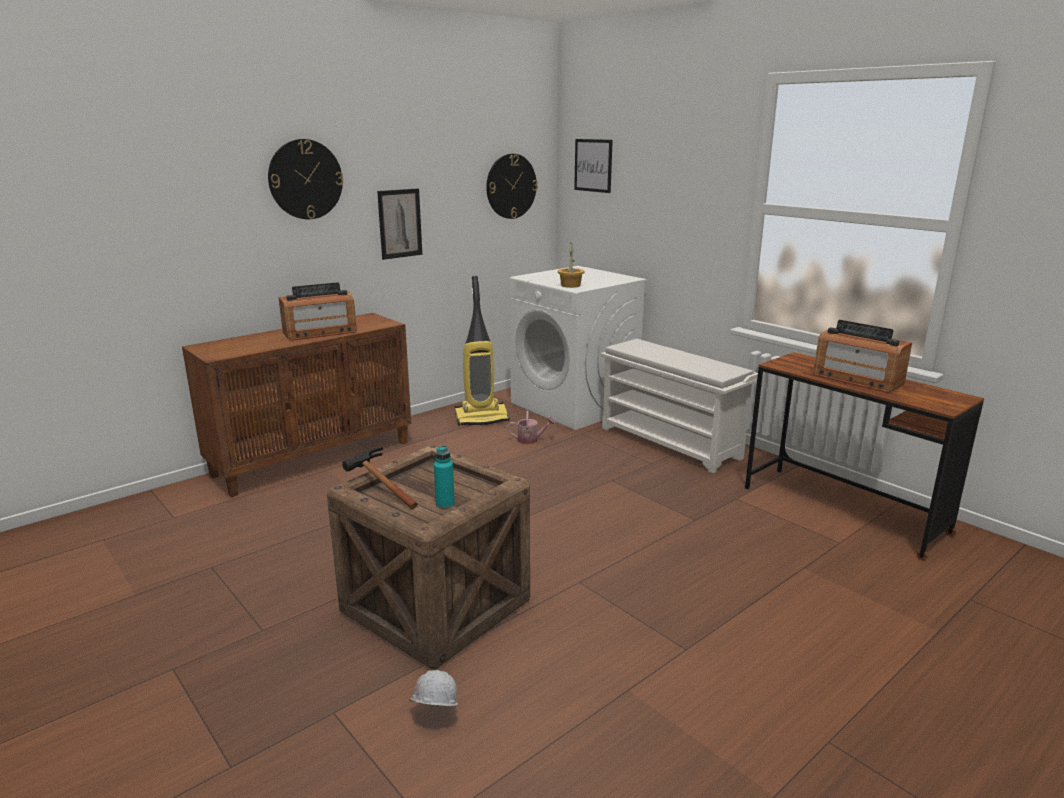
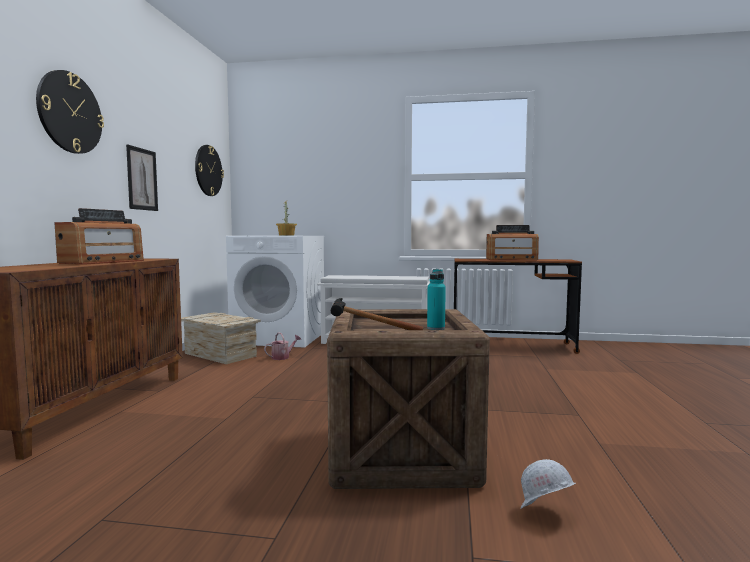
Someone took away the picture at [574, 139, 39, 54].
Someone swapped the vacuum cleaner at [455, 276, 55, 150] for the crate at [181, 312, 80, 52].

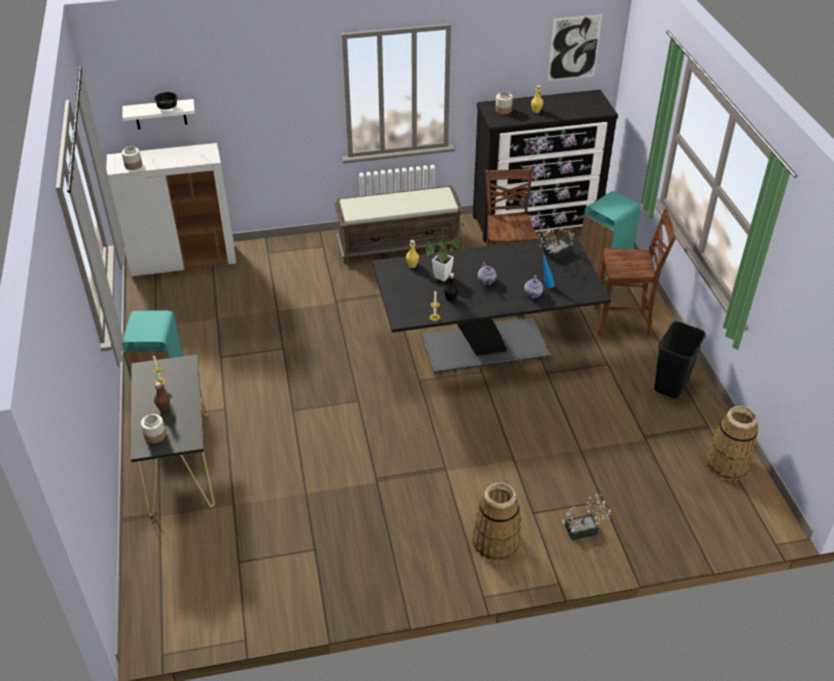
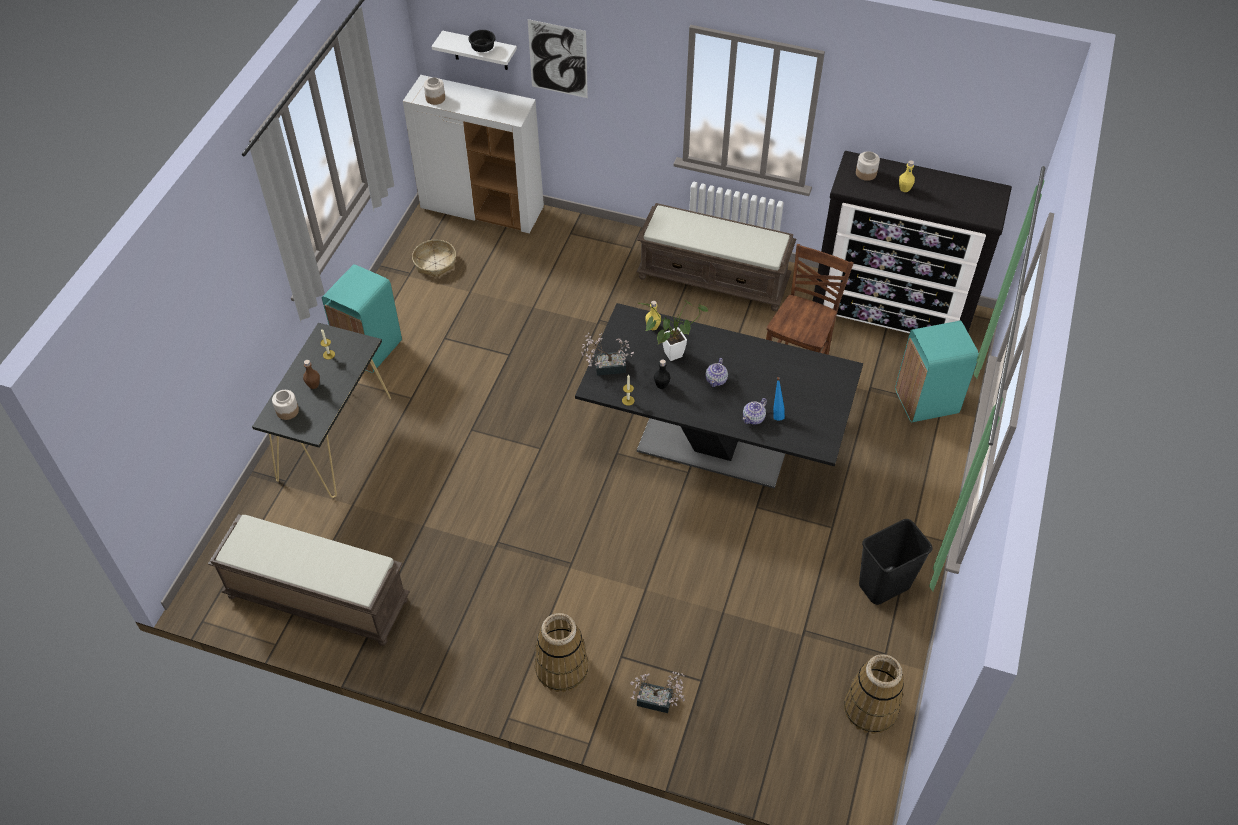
Someone carried the picture from [548, 14, 54, 67] to [528, 19, 60, 79].
Someone took away the brown chair at [594, 209, 82, 127].
Someone carried the potted plant from [538, 225, 36, 36] to [581, 333, 53, 43].
Someone put down the basket at [412, 240, 44, 38].
Someone put down the brown bench at [208, 514, 202, 132].

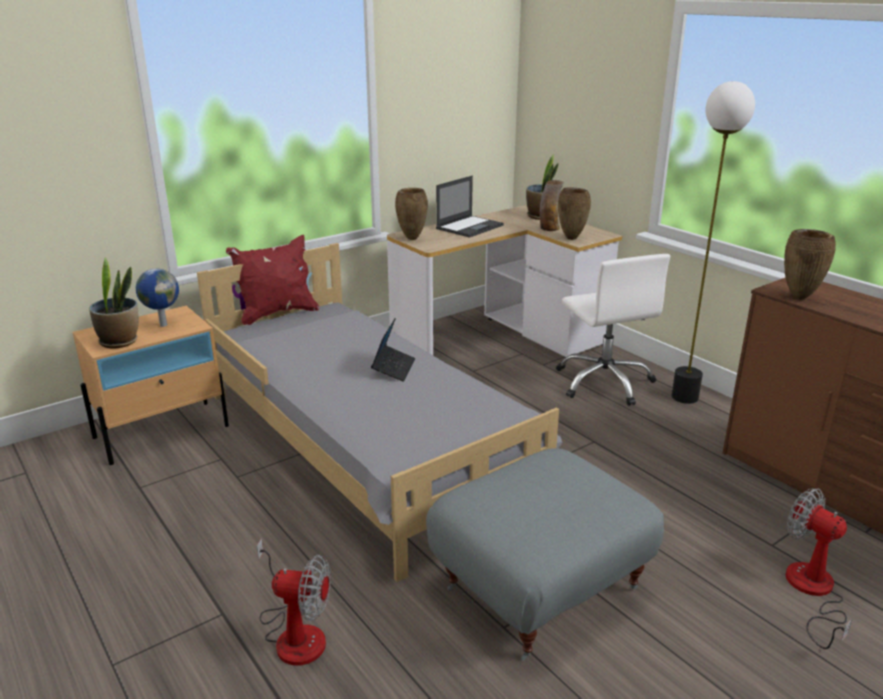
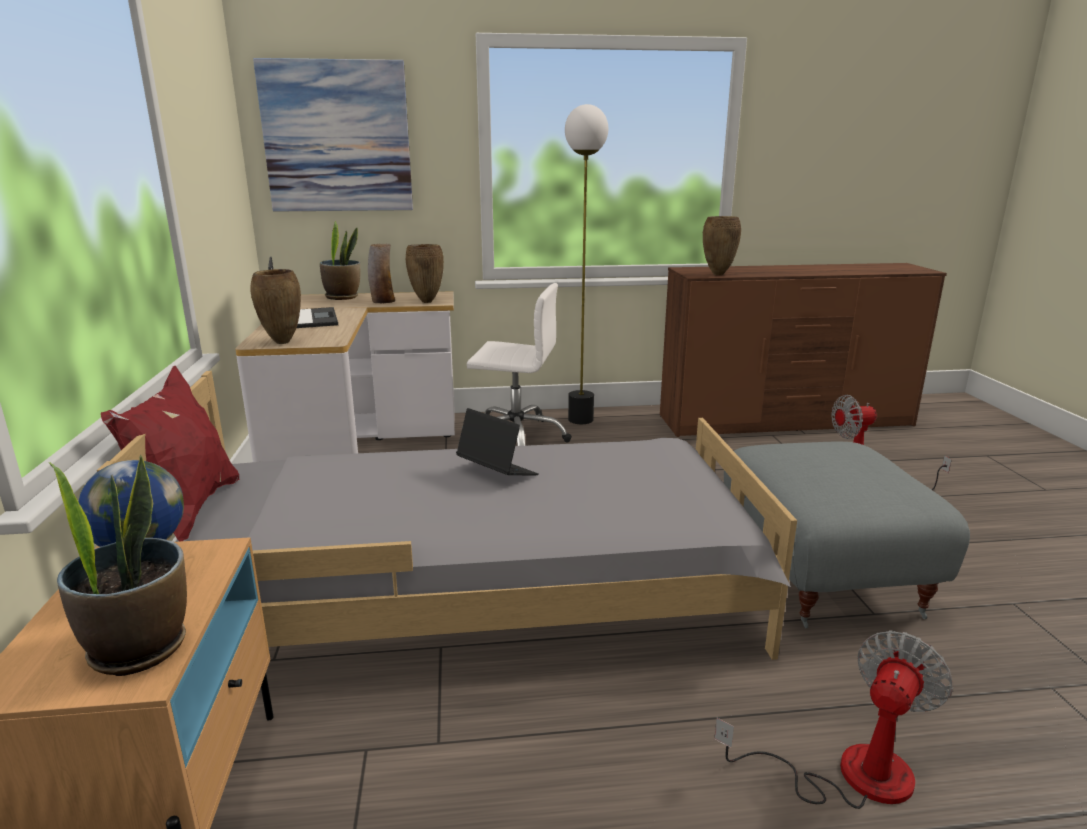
Someone put up the picture at [253, 58, 160, 154].

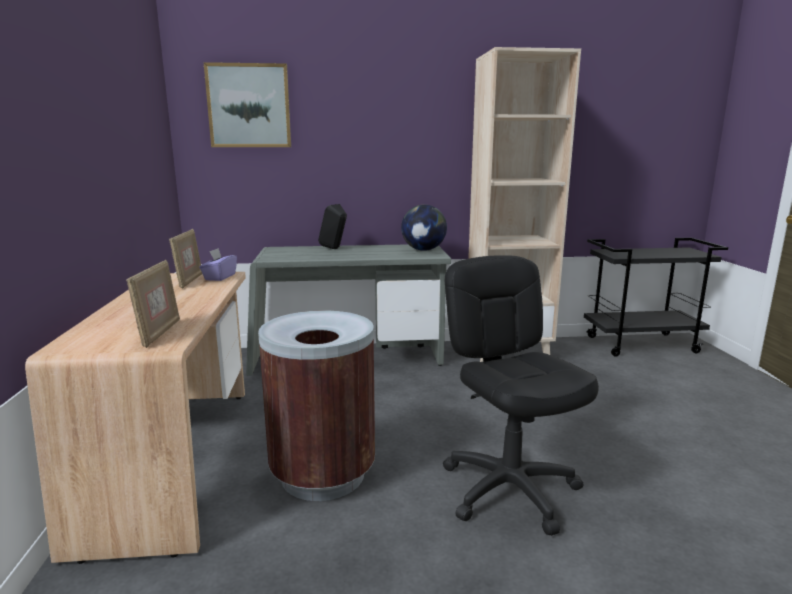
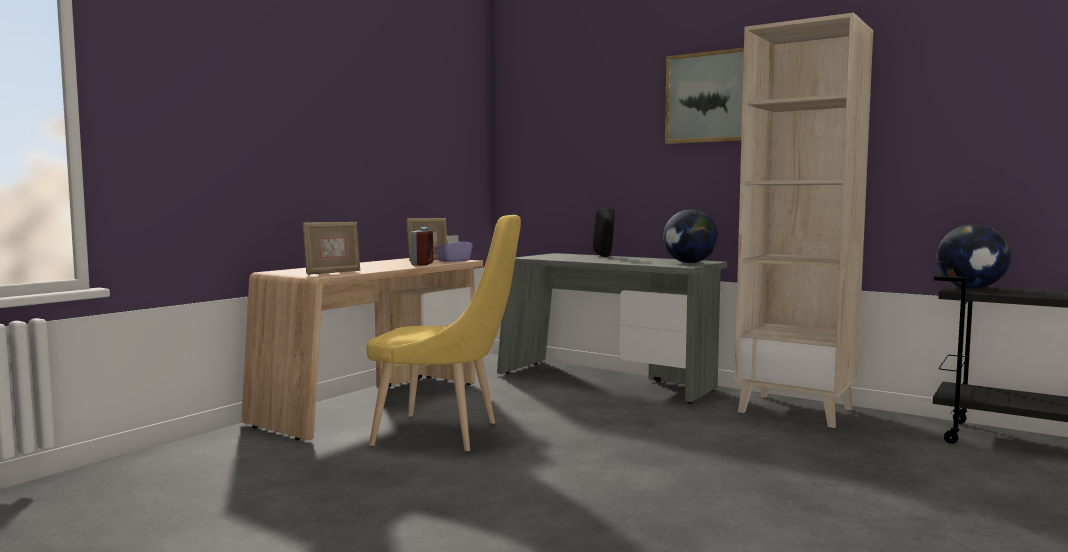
Someone carried the picture from [204, 62, 87, 85] to [665, 48, 79, 96].
Someone took away the black office chair at [443, 255, 156, 281].
Someone swapped the brown trash can at [258, 311, 117, 190] for the yellow chair at [367, 215, 154, 237].
Someone put down the globe at [937, 224, 74, 65].
Someone put down the alarm clock at [411, 227, 22, 38].

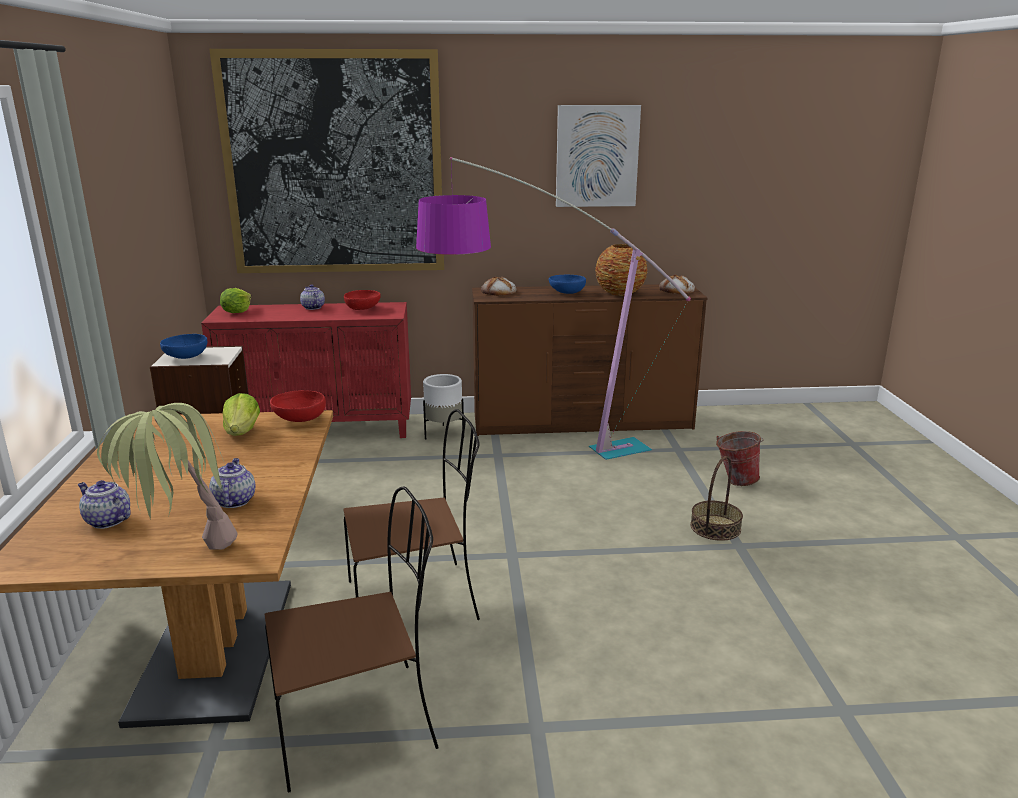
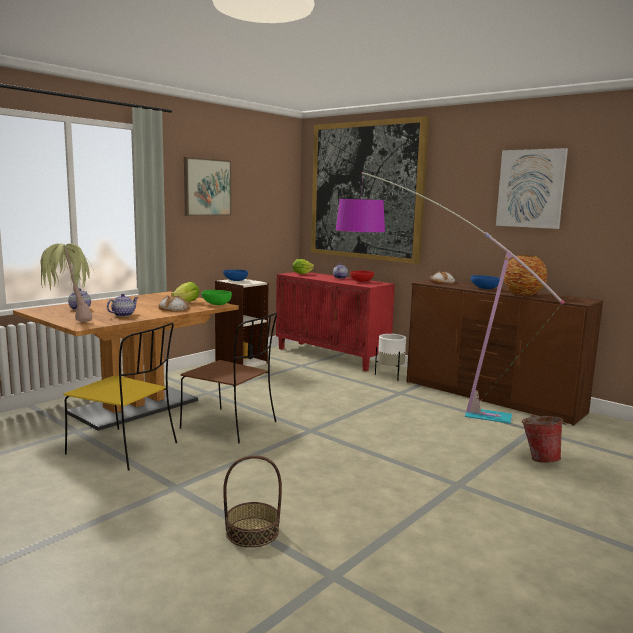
Someone carried the bread from [659, 275, 36, 19] to [158, 295, 32, 16].
Someone repainted the red bowl at [270, 390, 56, 32], which became the green bowl at [201, 290, 31, 15].
Someone carried the basket from [690, 456, 53, 85] to [223, 455, 59, 93].
Someone repainted the brown chair at [264, 487, 175, 306], which became the yellow chair at [63, 323, 114, 148].
Someone put up the picture at [184, 157, 47, 59].

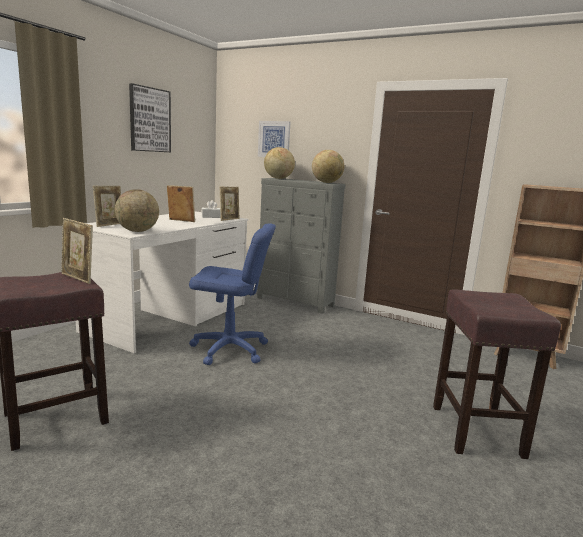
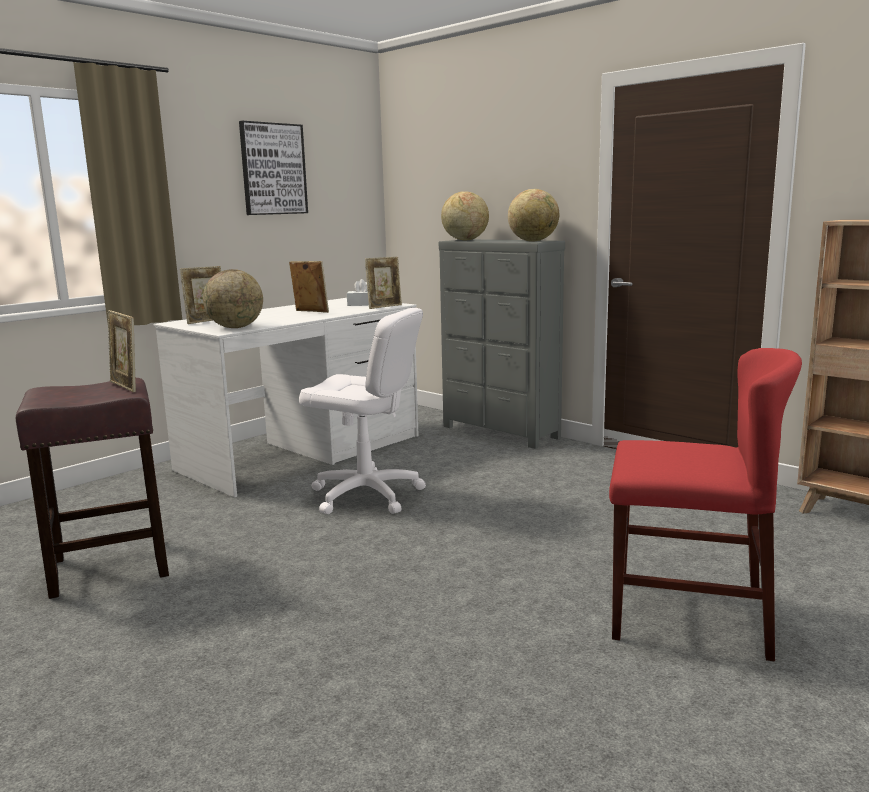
Someone took away the picture at [258, 121, 32, 36].
Someone repainted the blue office chair at [189, 224, 87, 141], which became the white office chair at [299, 308, 127, 206].
Someone swapped the brown stool at [433, 289, 128, 170] for the red chair at [609, 348, 193, 313].

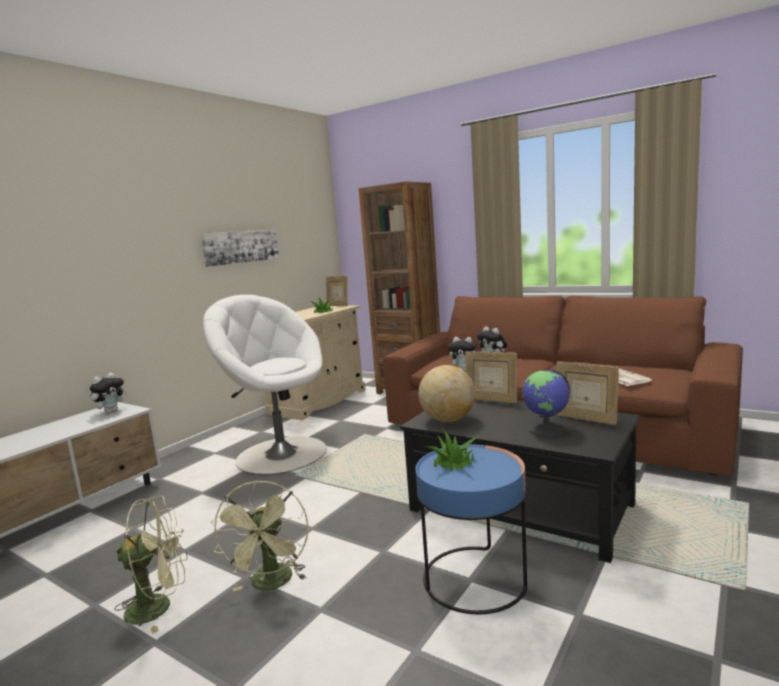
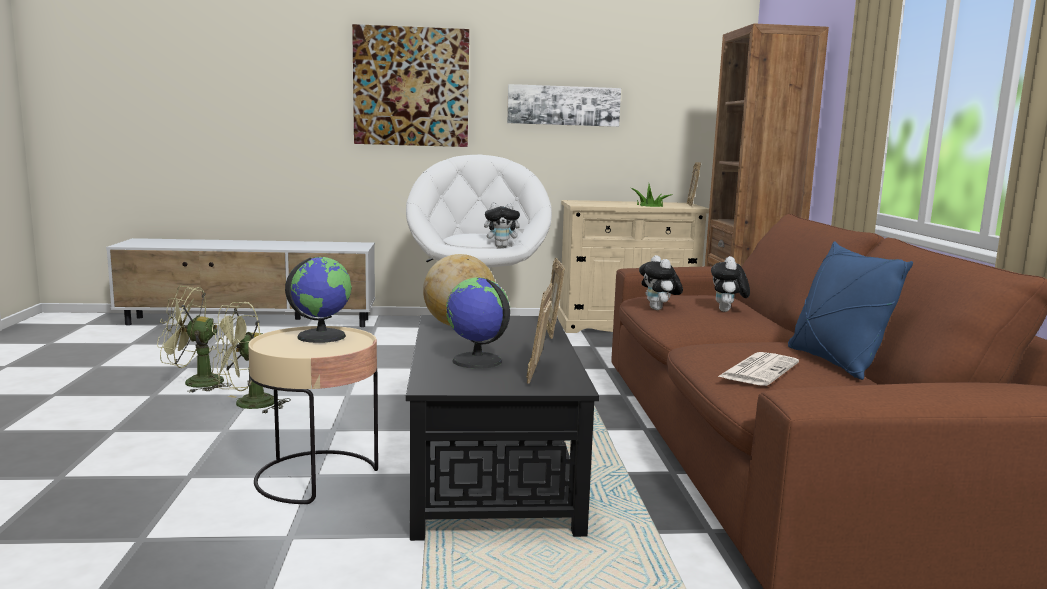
Someone carried the plush toy from [90, 373, 37, 40] to [484, 202, 40, 45].
Someone swapped the potted plant at [428, 429, 51, 42] for the globe at [285, 257, 67, 86].
Someone repainted the blue side table at [415, 445, 112, 169], which became the beige side table at [248, 326, 130, 179].
Someone rotated the green fan at [114, 495, 74, 139] by 135 degrees clockwise.
Someone put up the picture at [352, 24, 117, 123].
Someone put down the blue pillow at [788, 242, 125, 138].

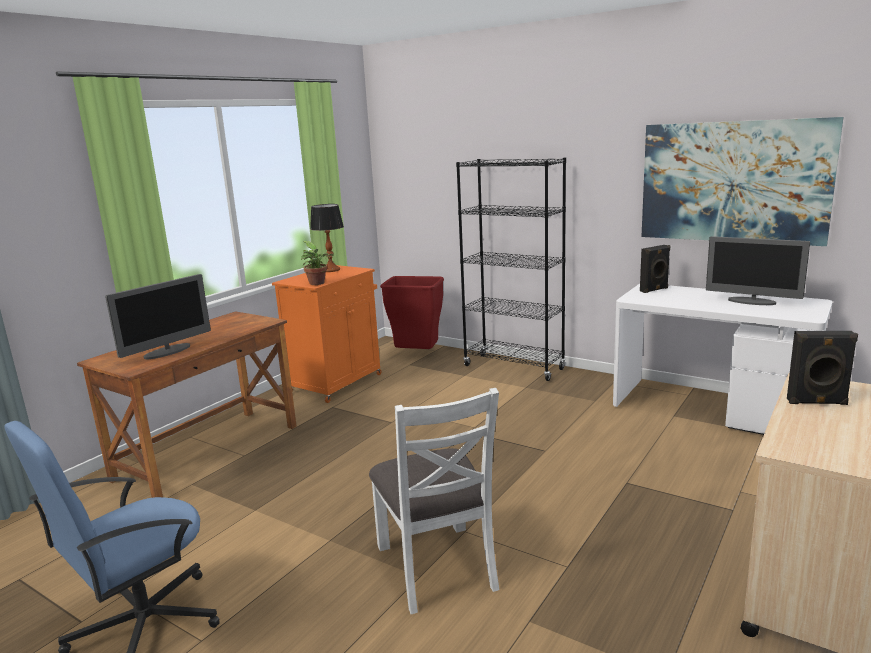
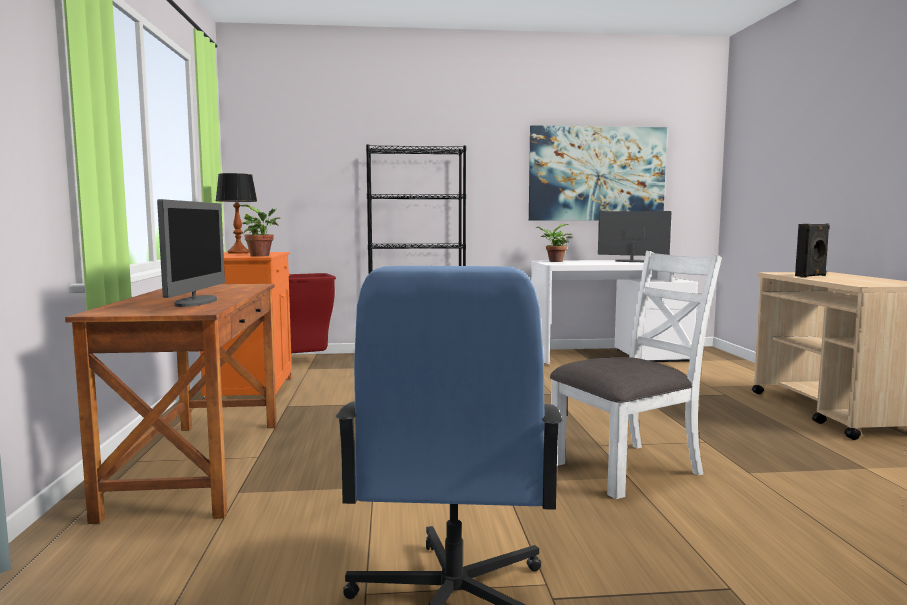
Someone rotated the monitor at [706, 236, 104, 69] by 150 degrees counterclockwise.
Someone swapped the black speaker at [640, 245, 30, 48] for the potted plant at [536, 224, 37, 38].
Someone rotated the white chair at [369, 388, 131, 226] by 60 degrees counterclockwise.

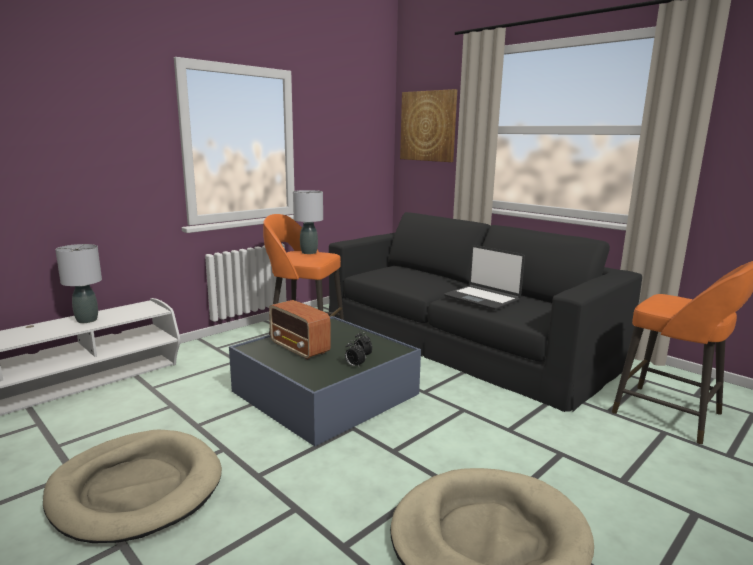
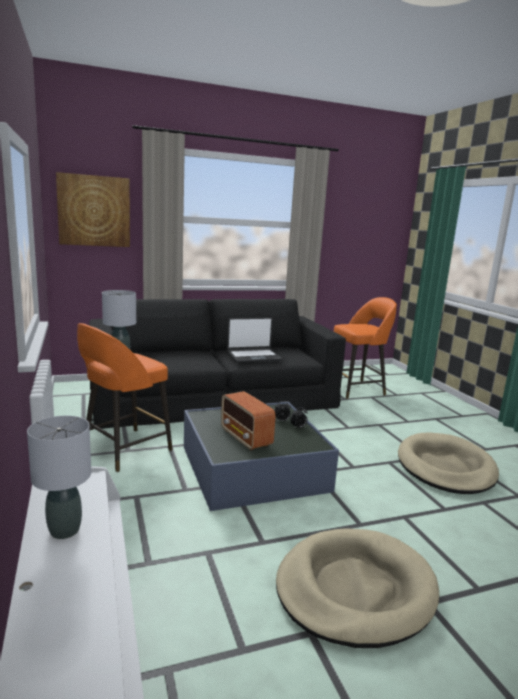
Someone rotated the radio at [269, 300, 62, 60] by 75 degrees clockwise.

